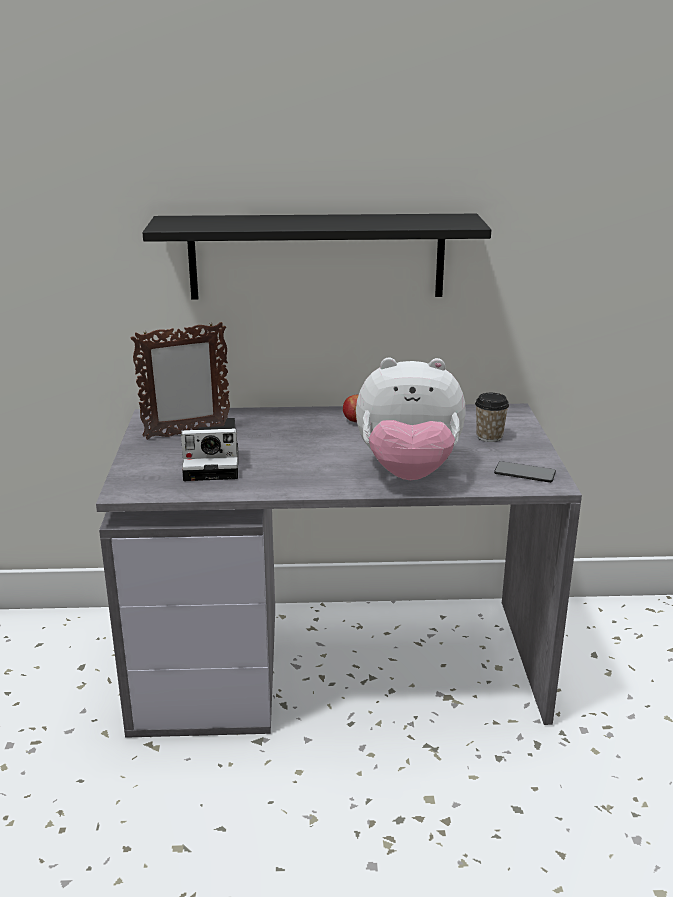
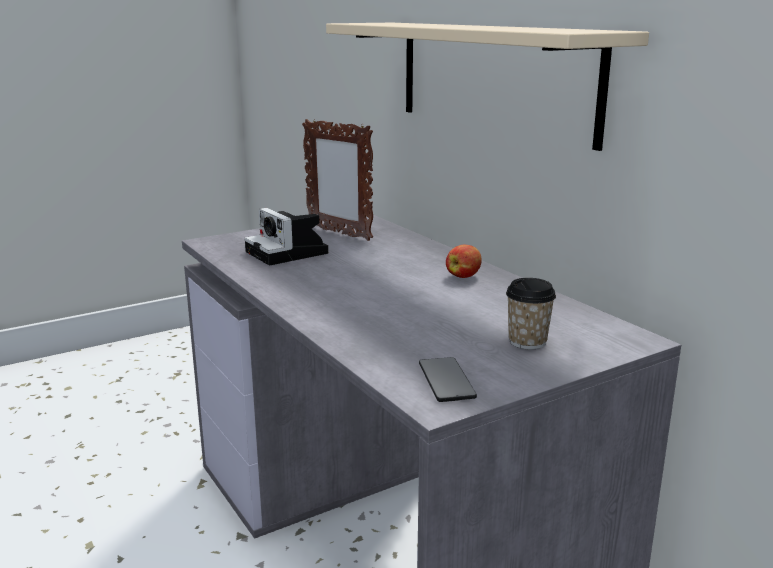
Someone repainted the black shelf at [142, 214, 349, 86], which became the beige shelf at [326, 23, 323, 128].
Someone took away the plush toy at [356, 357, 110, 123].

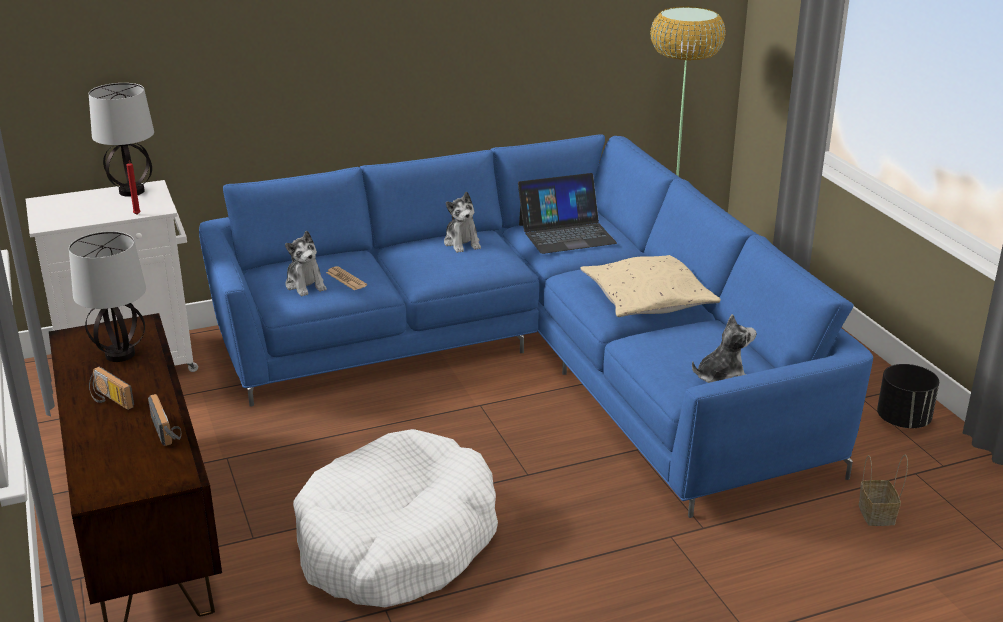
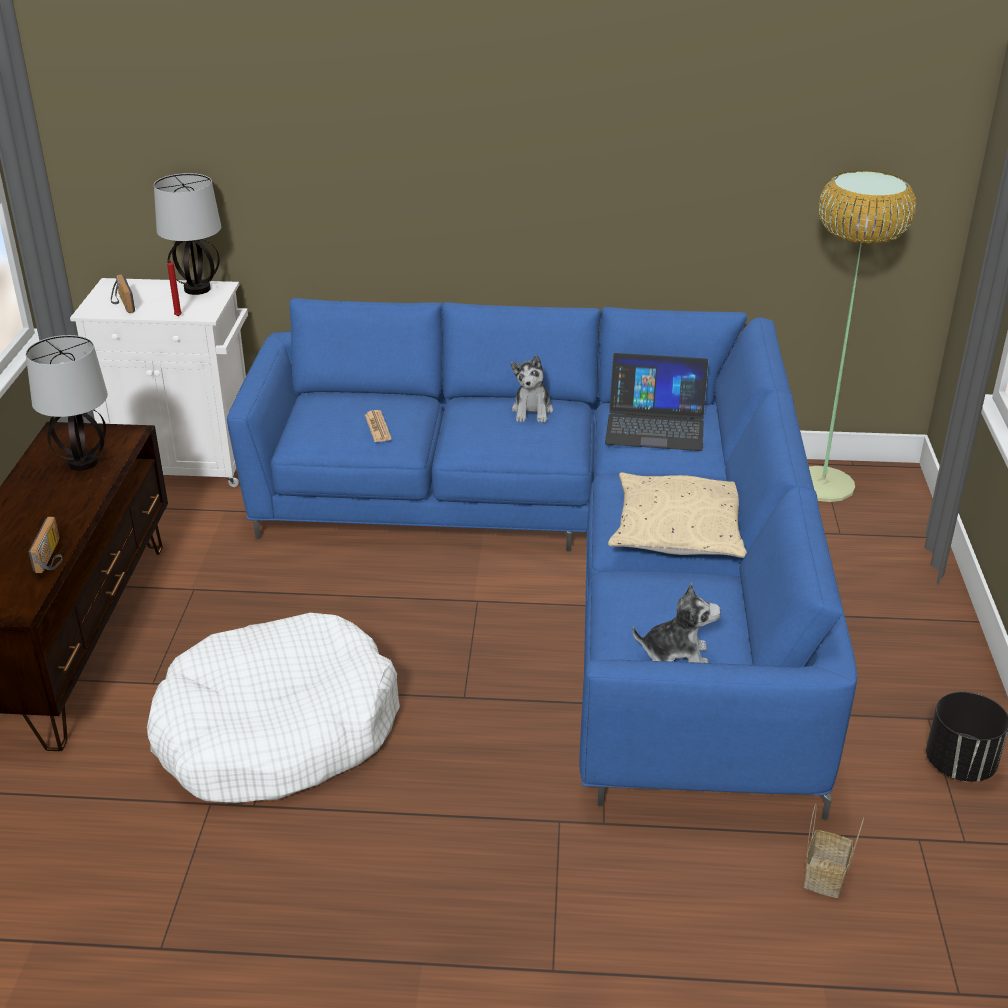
Someone took away the plush toy at [285, 231, 42, 65].
Someone carried the radio from [89, 367, 45, 43] to [111, 274, 24, 39].

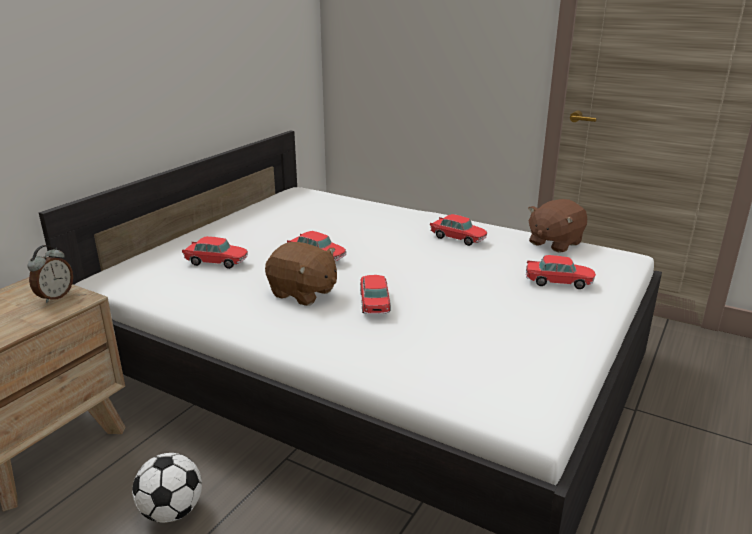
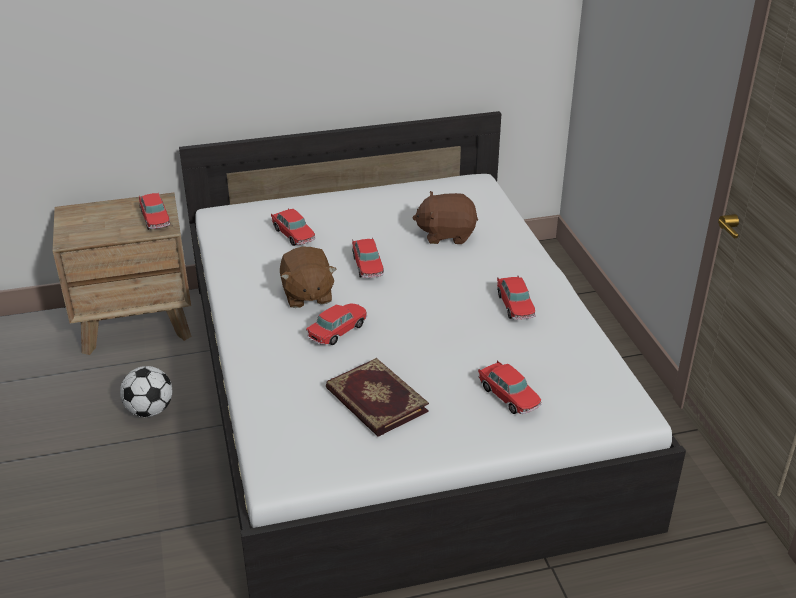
Someone carried the brown plush toy from [528, 199, 59, 54] to [413, 191, 65, 53].
Someone swapped the alarm clock at [27, 245, 46, 58] for the toy car at [139, 193, 31, 37].
Someone put down the book at [326, 358, 103, 79].

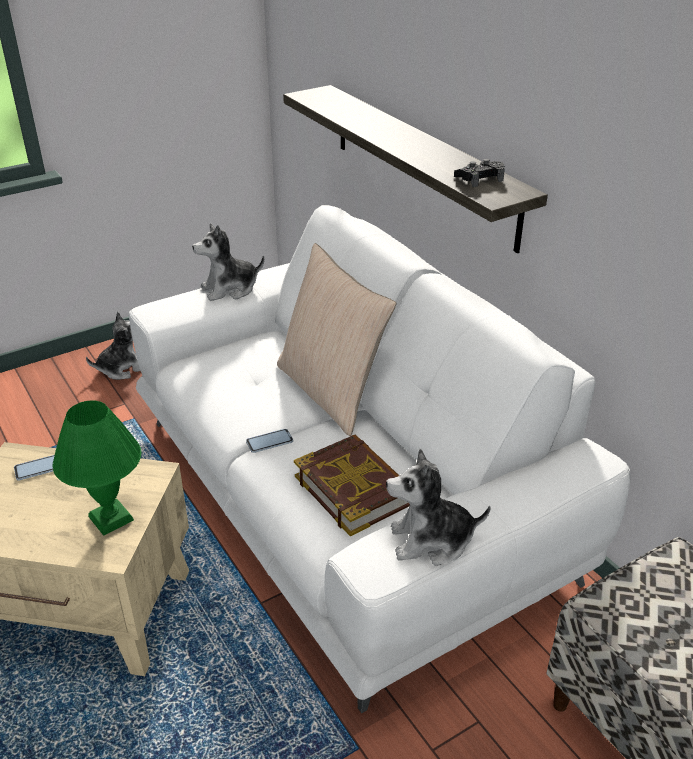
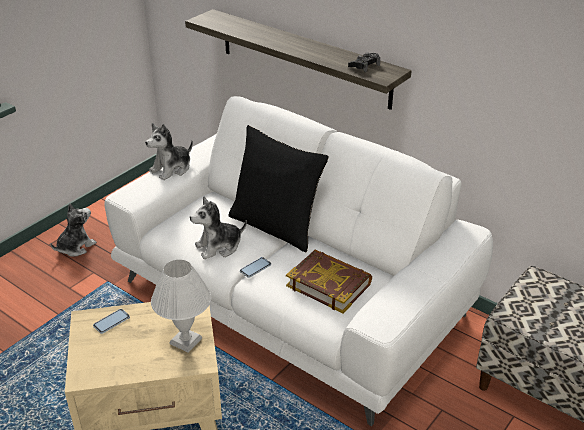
Someone repainted the beige pillow at [277, 243, 119, 193], which became the black pillow at [229, 125, 100, 127].
Someone repainted the green table lamp at [53, 401, 88, 135], which became the white table lamp at [151, 259, 60, 94].
Someone carried the plush toy from [386, 449, 105, 117] to [190, 196, 57, 63].

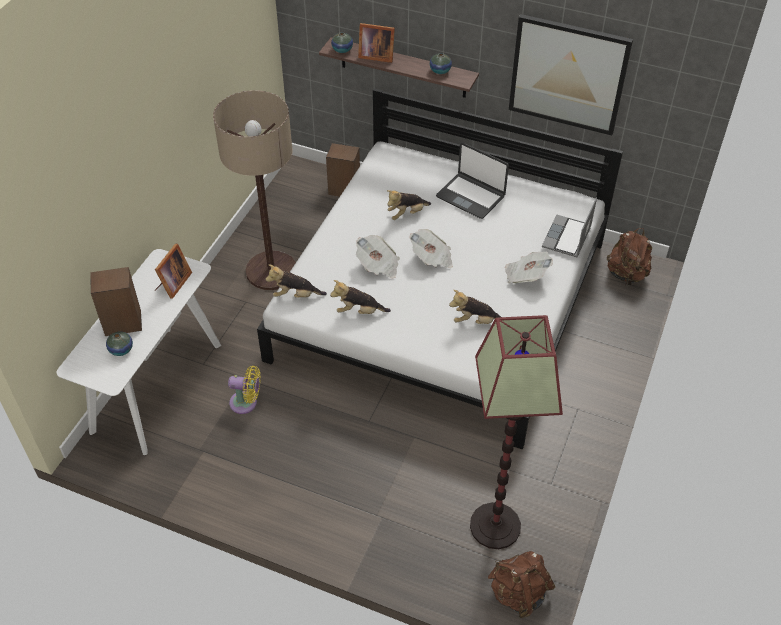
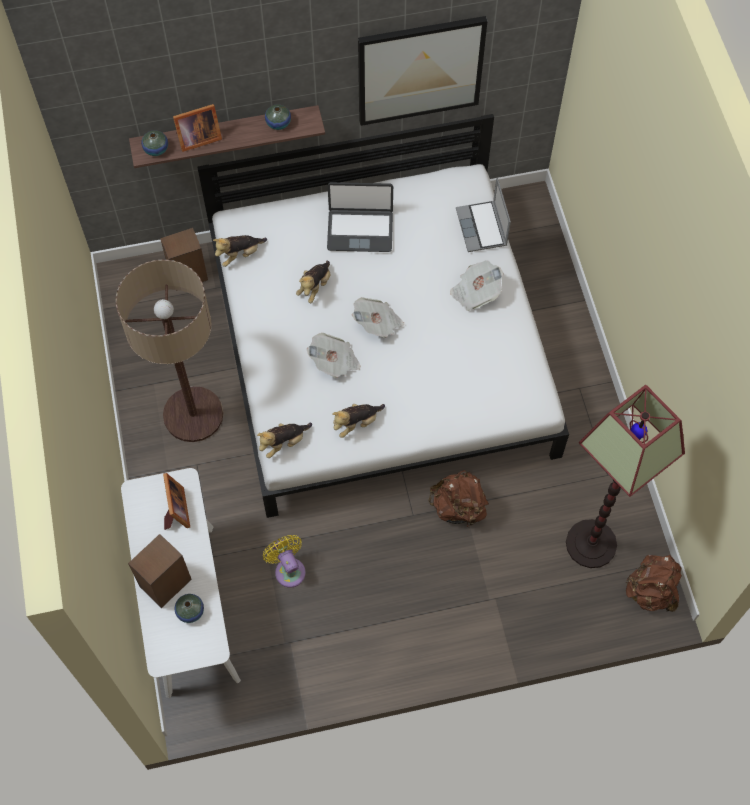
Someone carried the brown backpack from [607, 228, 45, 57] to [428, 470, 61, 59].
Someone carried the plush toy from [449, 290, 52, 34] to [213, 235, 54, 32].
Someone rotated the yellow fan at [228, 366, 33, 48] by 90 degrees counterclockwise.

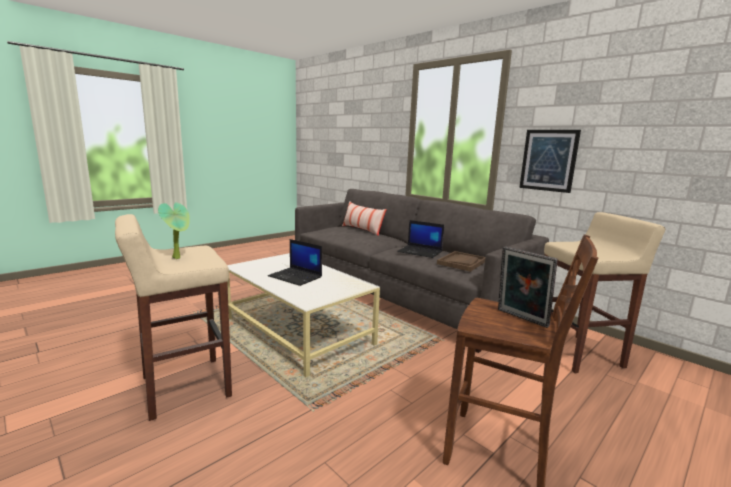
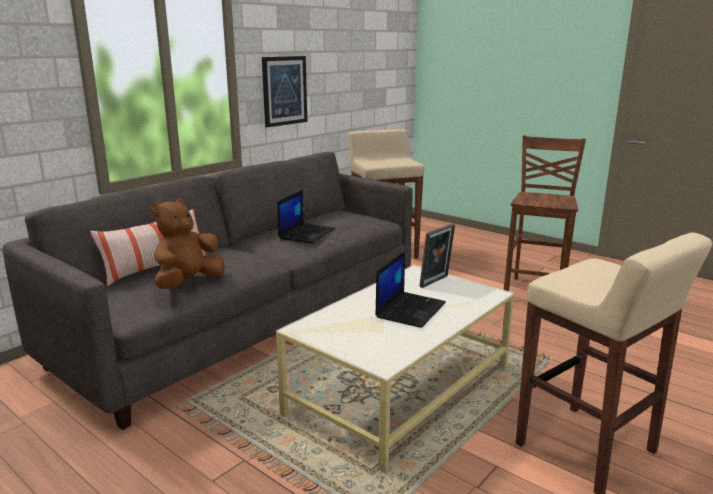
Someone took away the potted plant at [158, 202, 32, 57].
Someone carried the picture frame from [498, 247, 60, 81] to [419, 224, 36, 64].
Someone took away the brown tray at [437, 251, 48, 21].
Someone put down the brown plush toy at [151, 198, 74, 91].

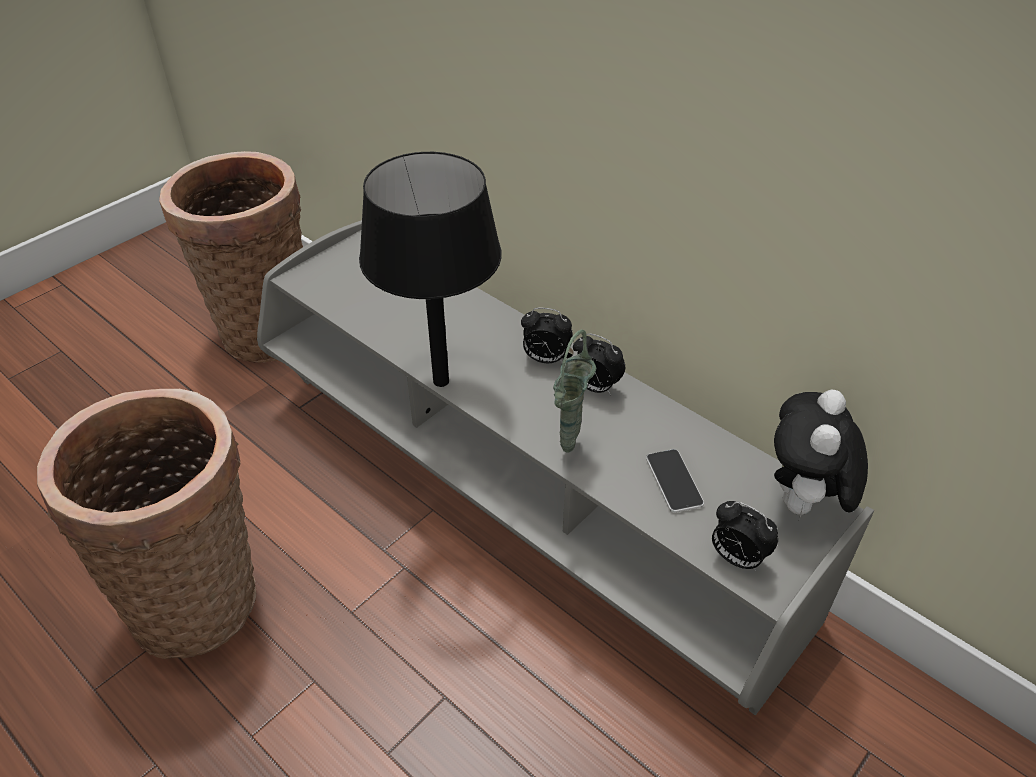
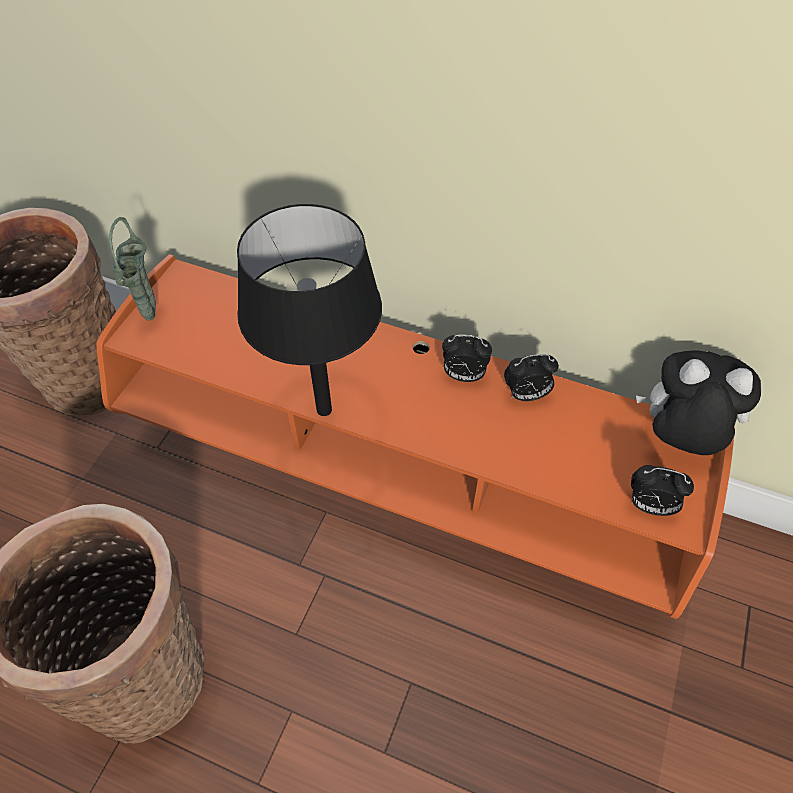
Someone repainted the grey tv stand at [257, 220, 617, 495], which became the orange tv stand at [96, 254, 639, 365].
Someone carried the alarm clock from [521, 308, 52, 55] to [504, 354, 55, 47].
Someone carried the green vase from [553, 329, 43, 123] to [109, 217, 47, 104].
Someone rotated the plush toy at [774, 390, 94, 130] by 105 degrees clockwise.
Someone took away the phone at [646, 449, 58, 64].

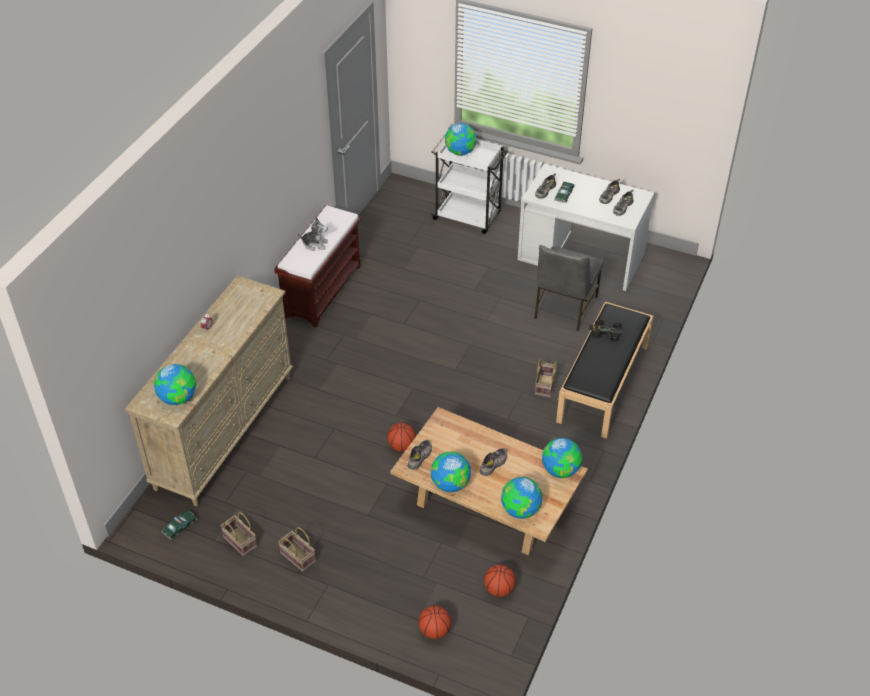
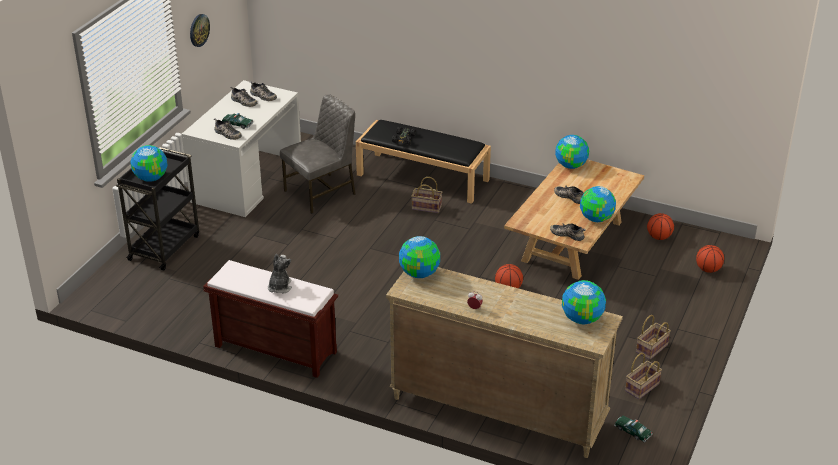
Someone repainted the white cart at [431, 134, 77, 100], which became the black cart at [116, 147, 83, 124].
Someone rotated the grey chair at [534, 245, 70, 86] by 60 degrees counterclockwise.
Someone carried the globe from [501, 477, 41, 42] to [399, 236, 41, 42].
Someone put up the wall clock at [190, 14, 20, 33].

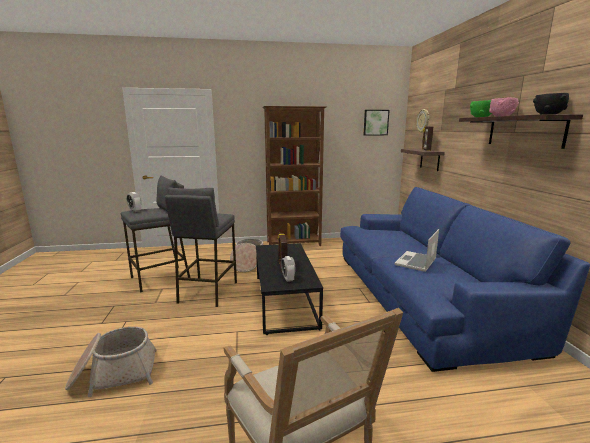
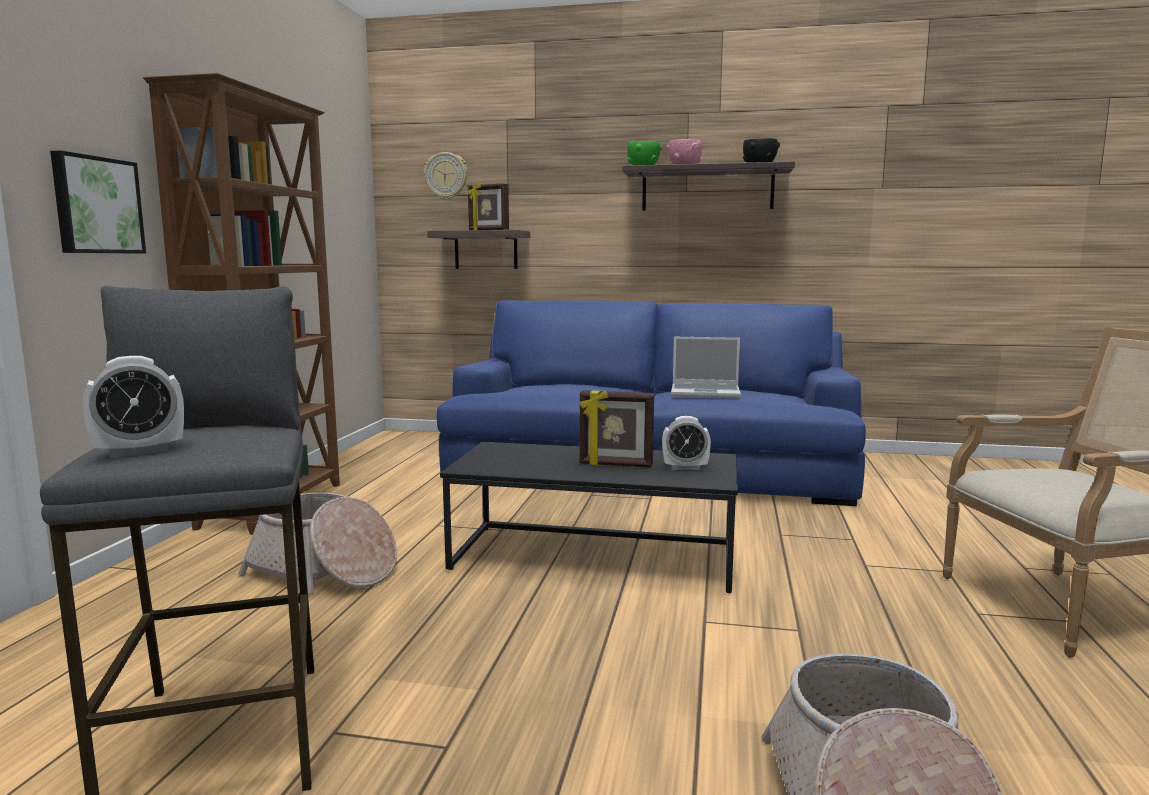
Someone carried the picture from [364, 110, 25, 25] to [50, 150, 96, 103].
Someone took away the grey stool at [165, 187, 72, 120].
Someone rotated the laptop at [395, 229, 44, 43] by 45 degrees counterclockwise.

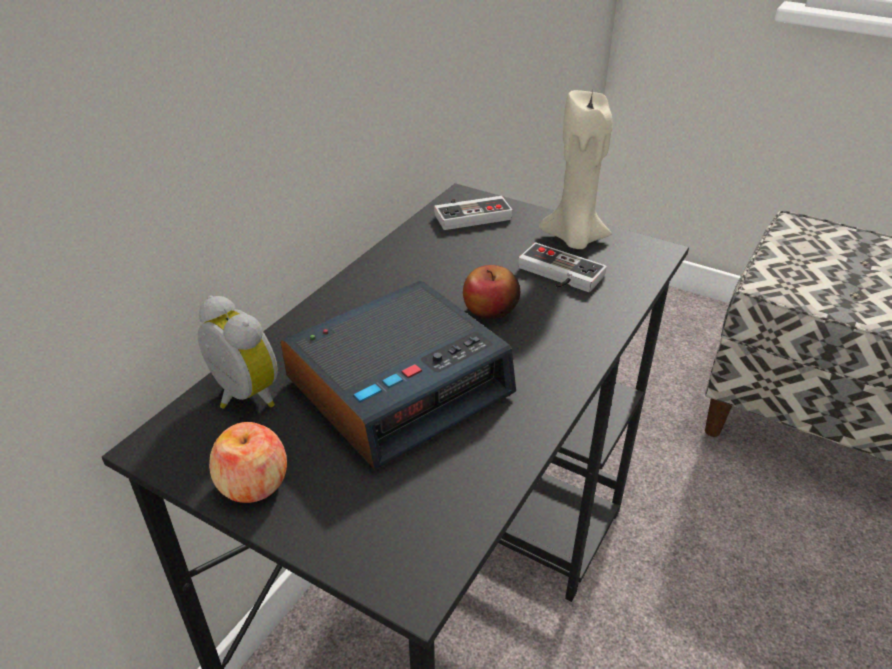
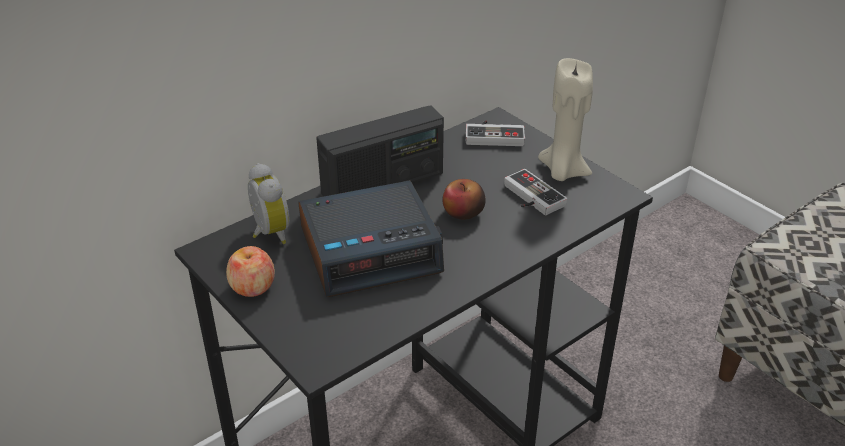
Someone put down the radio at [316, 105, 128, 92].

